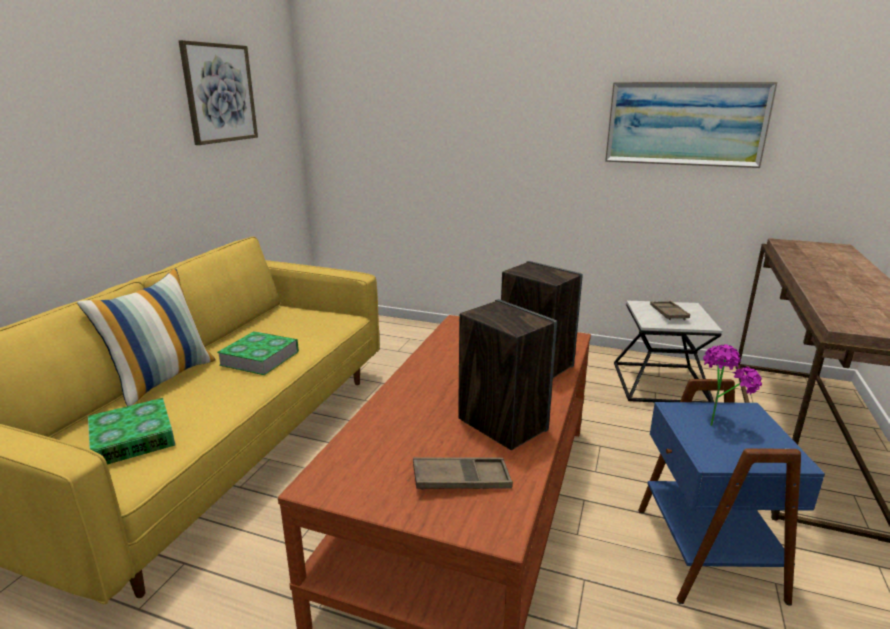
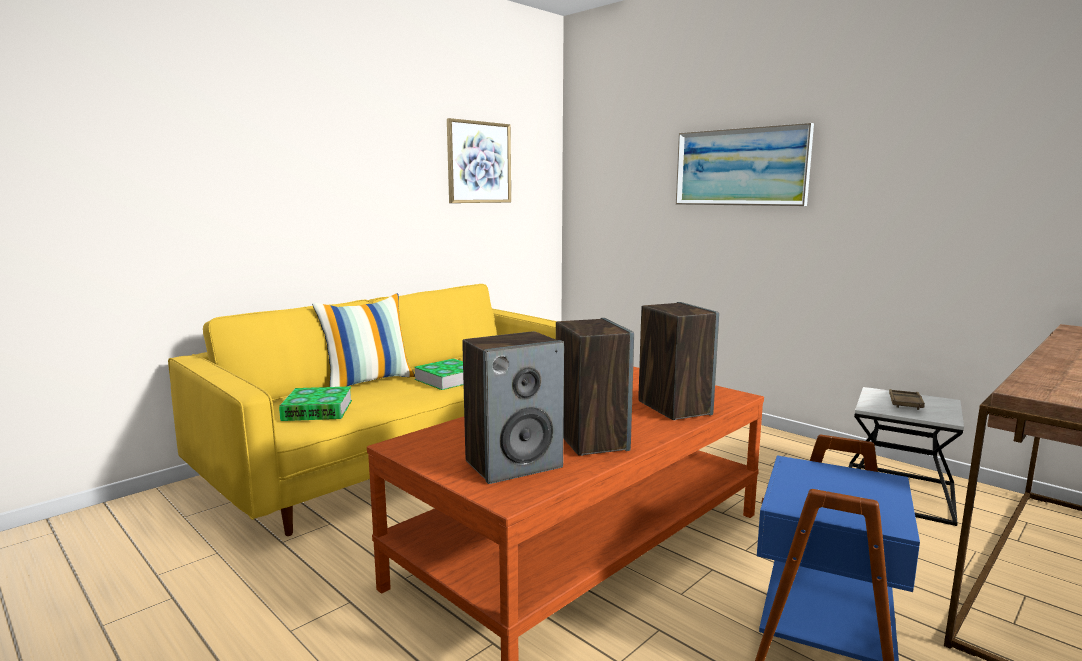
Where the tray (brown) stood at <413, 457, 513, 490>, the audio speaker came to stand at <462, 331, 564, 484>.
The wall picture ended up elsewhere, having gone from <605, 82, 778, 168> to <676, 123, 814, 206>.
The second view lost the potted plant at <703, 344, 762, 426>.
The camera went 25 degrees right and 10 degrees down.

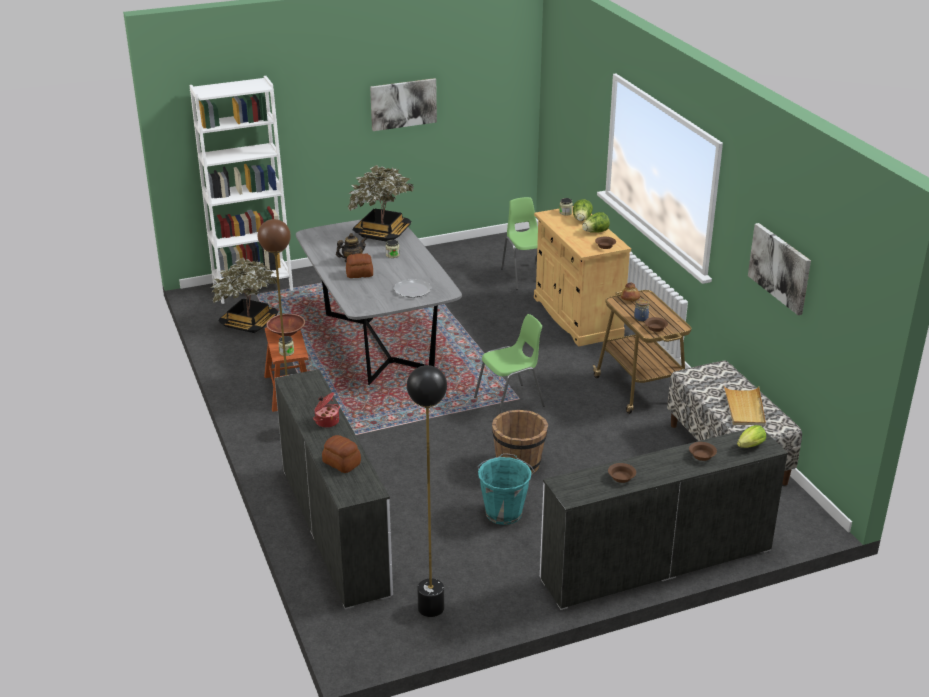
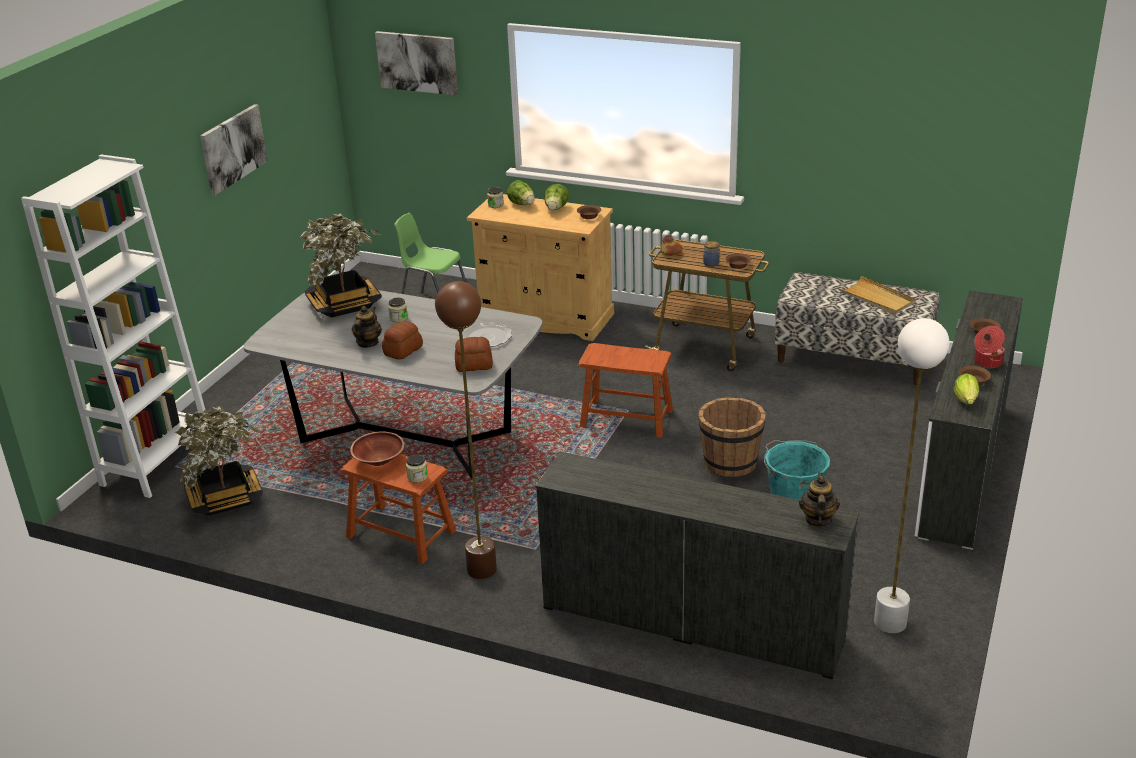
What was the dresser (white) at <274, 369, 393, 609> turned into the dresser (blackish) at <535, 452, 859, 679>.
The saucepot ended up elsewhere, having gone from <313, 393, 340, 428> to <974, 326, 1005, 368>.
The bakery bread ended up elsewhere, having gone from <322, 435, 361, 473> to <455, 337, 493, 372>.
What was the standard lamp (blackish) at <407, 365, 447, 617> turned into the standard lamp (white) at <874, 318, 950, 633>.
Where the upright chair (green) stood at <474, 314, 545, 416>, the sitting stool (brown) came to stand at <578, 343, 673, 437>.
The head of lettuce ended up elsewhere, having gone from <737, 425, 766, 448> to <954, 373, 979, 404>.
The wall picture ended up elsewhere, having gone from <748, 223, 811, 315> to <375, 31, 458, 95>.
The second view gained the teapot at <799, 472, 840, 527>.
The camera went 45 degrees left and 0 degrees up.

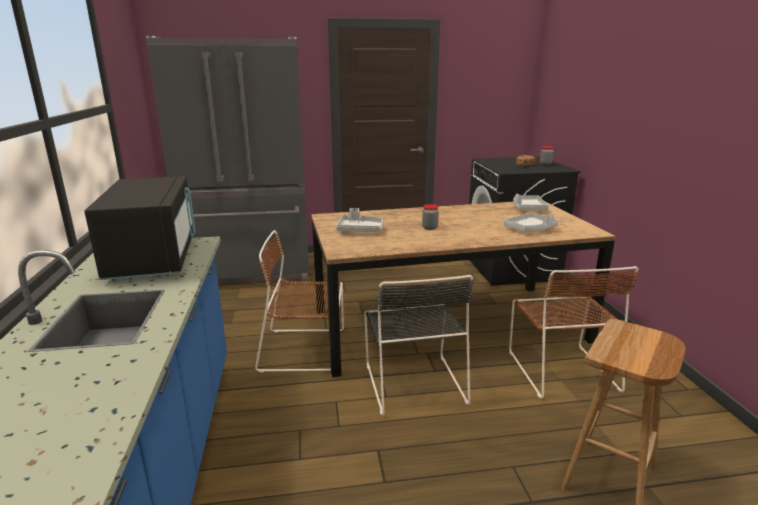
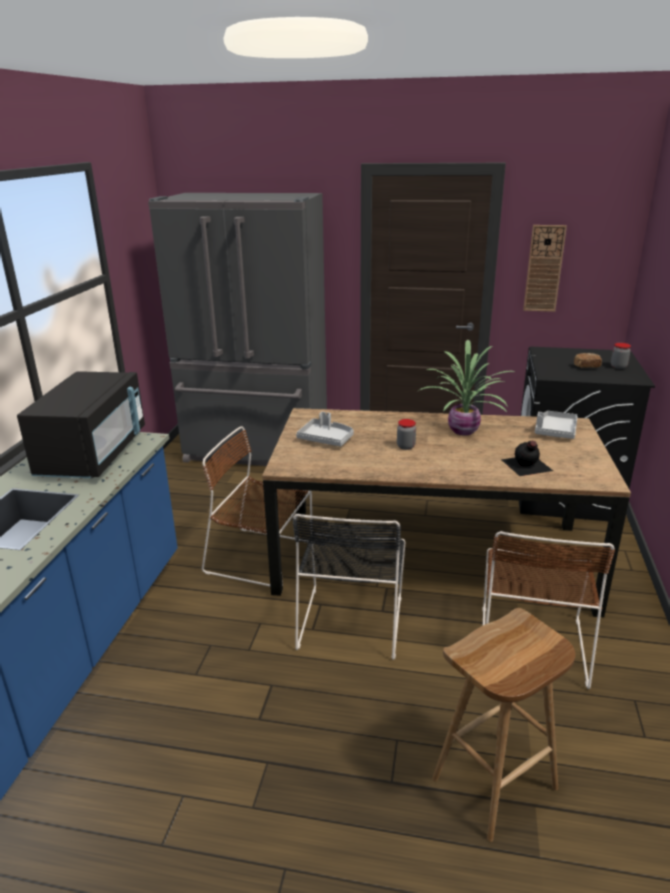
Where the tray (grey) stood at <504, 212, 558, 232>, the drink bottle (blackish) came to stand at <502, 441, 553, 476>.
The second view gained the potted plant at <417, 340, 516, 436>.
The second view gained the hanging clock at <523, 225, 567, 312>.
The camera went 20 degrees right and 5 degrees up.

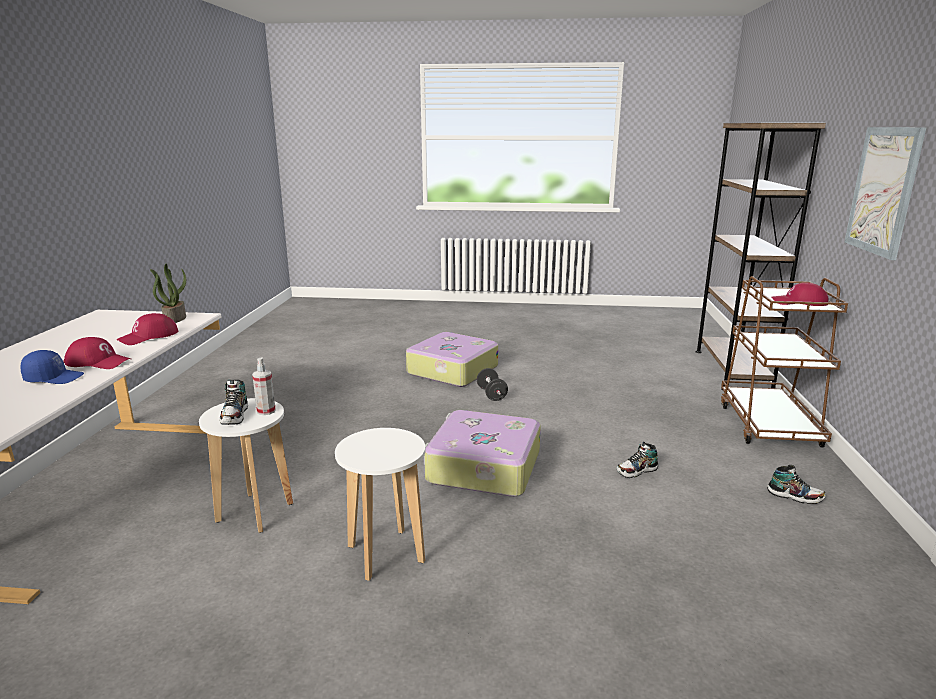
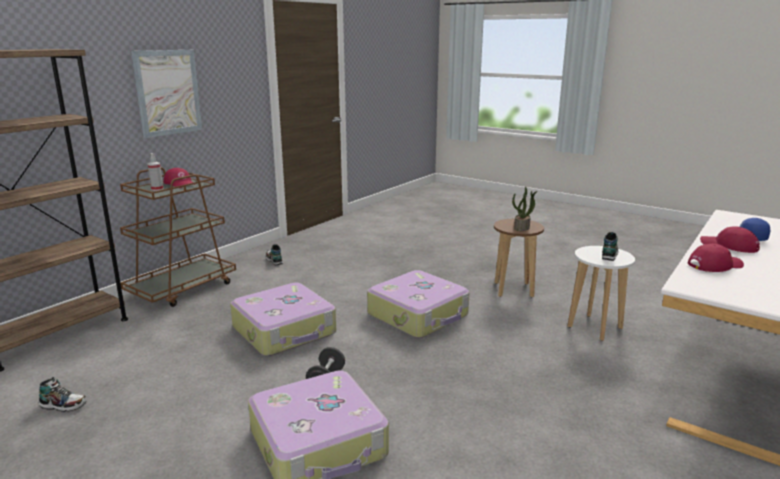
The potted plant ended up elsewhere, having gone from <150, 264, 186, 323> to <512, 187, 537, 231>.
The spray bottle ended up elsewhere, having gone from <252, 358, 276, 415> to <148, 153, 163, 191>.
What was the sitting stool (white) at <335, 428, 425, 581> turned into the sitting stool (brown) at <494, 219, 544, 298>.
The shoe ended up elsewhere, having gone from <617, 442, 658, 478> to <39, 377, 87, 412>.
The second view gained the piece of luggage at <230, 283, 336, 356>.
The camera went 150 degrees left and 0 degrees up.

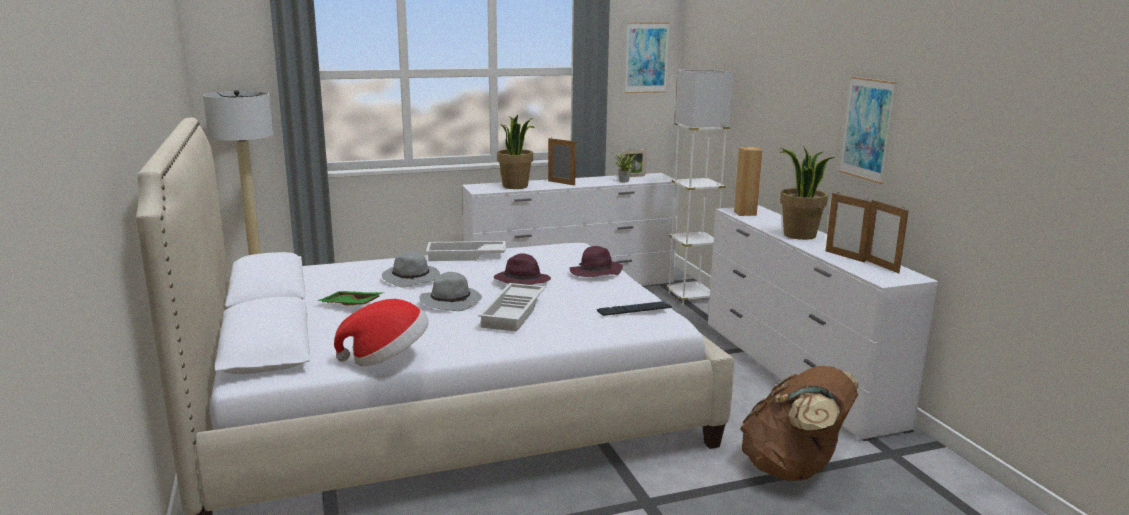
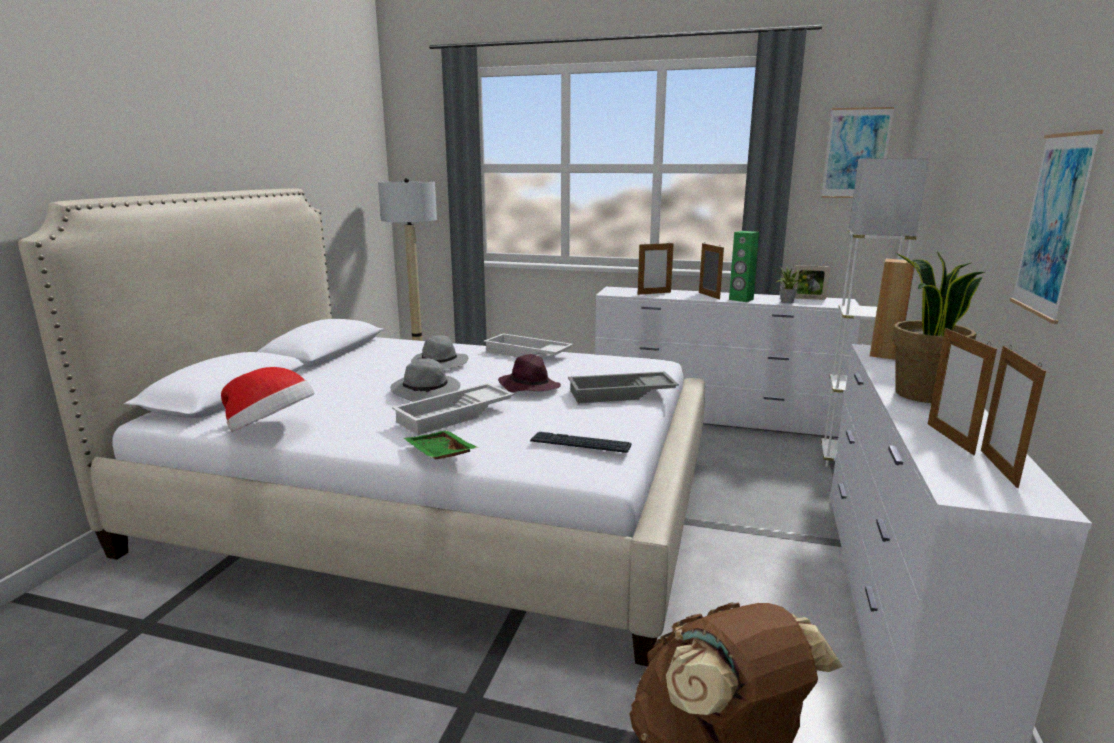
The tray (green) ended up elsewhere, having gone from <317, 291, 385, 306> to <404, 430, 478, 459>.
Where the potted plant stood at <497, 115, 535, 189>, the photo frame came to stand at <638, 242, 674, 295>.
Where the hat (purple-coloured) stood at <569, 246, 623, 277>, the tray (grey) came to stand at <568, 372, 679, 403>.
The second view gained the audio speaker (green) at <729, 231, 759, 302>.
The camera went 35 degrees right and 0 degrees up.

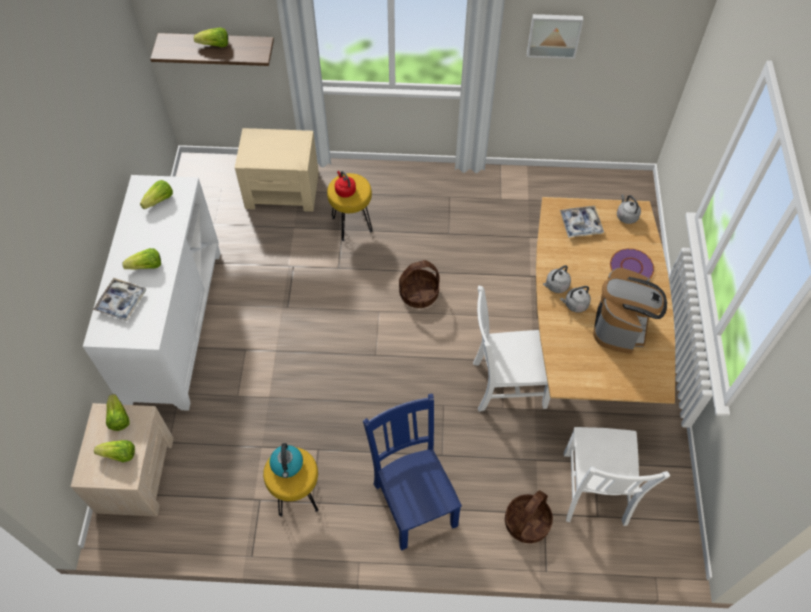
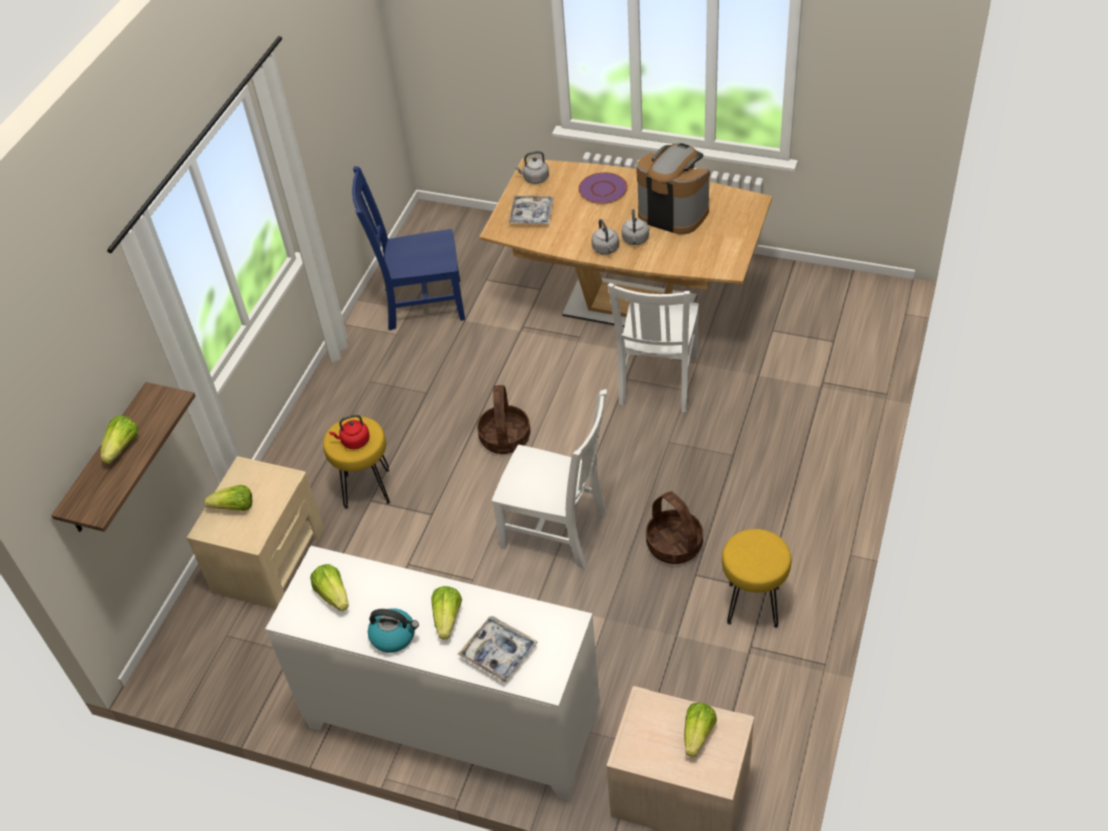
The head of lettuce ended up elsewhere, having gone from <106, 394, 129, 431> to <204, 485, 252, 511>.
The tea kettle ended up elsewhere, having gone from <270, 443, 303, 478> to <368, 609, 419, 653>.
The upright chair (blue) ended up elsewhere, having gone from <363, 394, 462, 551> to <352, 166, 465, 331>.
The basket ended up elsewhere, having gone from <505, 490, 553, 543> to <646, 491, 703, 564>.
The second view lost the wall picture at <527, 14, 583, 59>.
The upright chair (white) ended up elsewhere, having gone from <564, 427, 670, 526> to <492, 389, 607, 569>.
The camera went 70 degrees left and 10 degrees down.

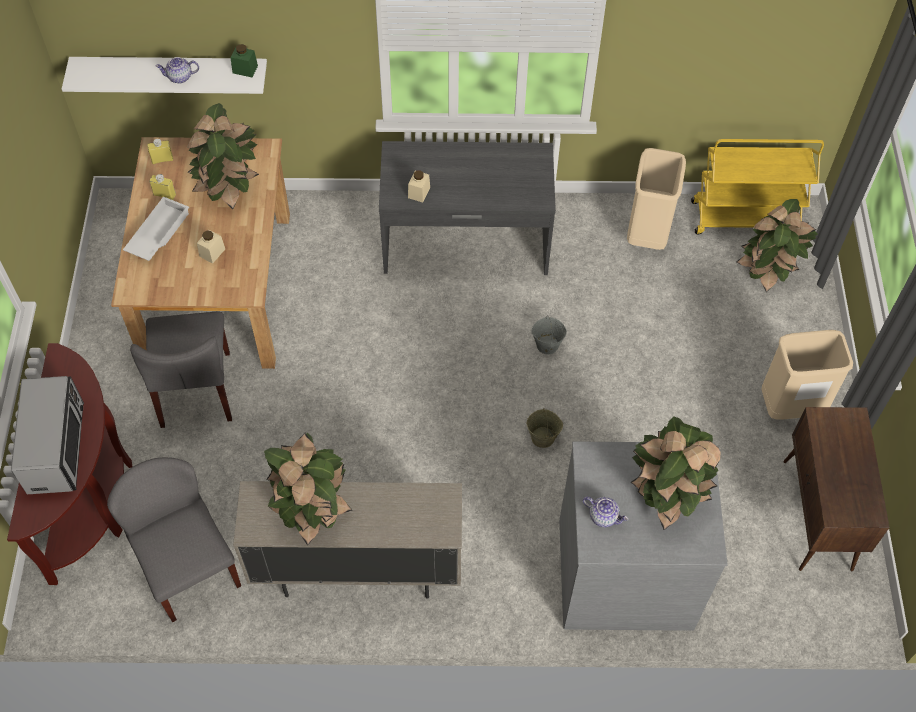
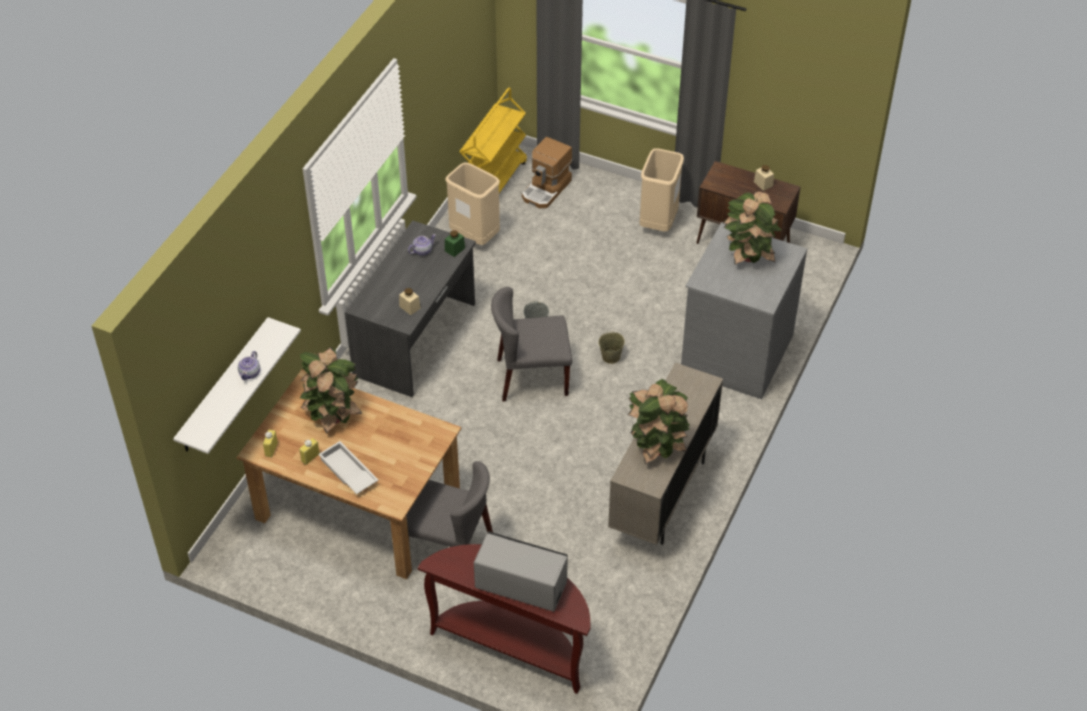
The upright chair (grey) ended up elsewhere, having gone from <107, 457, 241, 622> to <491, 287, 572, 401>.
The preserve jar (beige-coloured) ended up elsewhere, having gone from <197, 230, 225, 264> to <754, 165, 774, 191>.
The preserve jar (green) ended up elsewhere, having gone from <230, 44, 258, 77> to <445, 230, 465, 257>.
The teapot ended up elsewhere, having gone from <583, 497, 628, 527> to <408, 234, 436, 256>.
Where the potted plant stood at <736, 199, 818, 292>, the coffee machine came to stand at <522, 137, 572, 208>.
The camera went 65 degrees left and 10 degrees down.

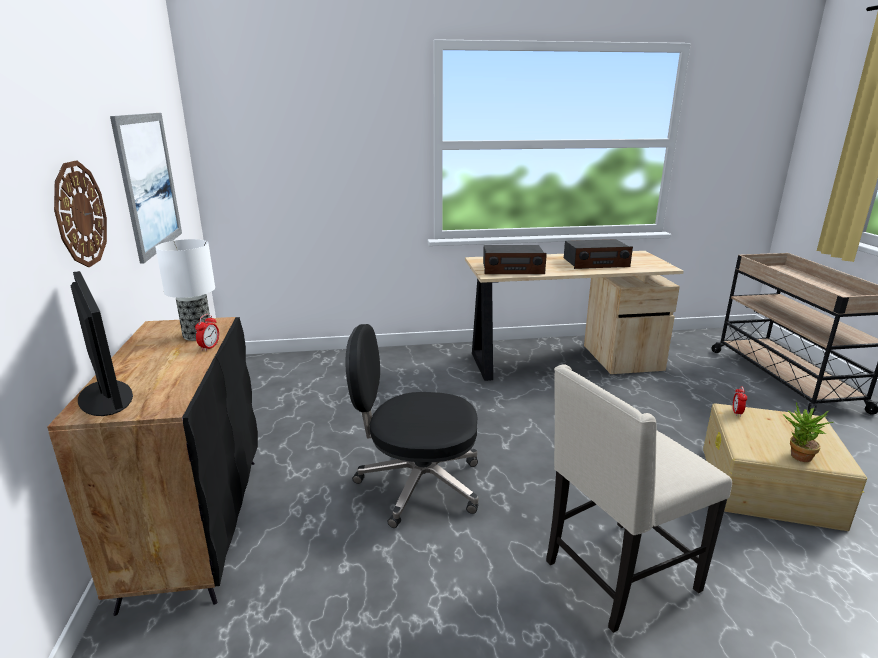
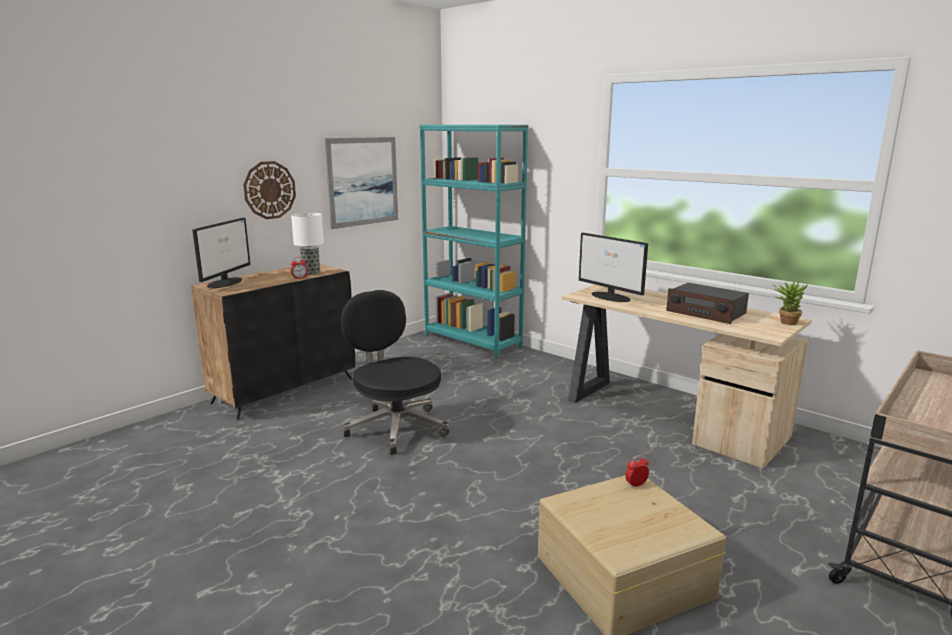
Where the radio receiver stood at <483, 245, 547, 274>, the computer screen came to stand at <579, 233, 648, 302>.
The second view lost the upright chair (beige-coloured) at <546, 365, 732, 633>.
The potted plant ended up elsewhere, having gone from <783, 402, 834, 462> to <772, 279, 808, 325>.
The second view gained the bookshelf (turquoise-coloured) at <419, 125, 528, 358>.
The camera went 50 degrees right and 5 degrees down.

